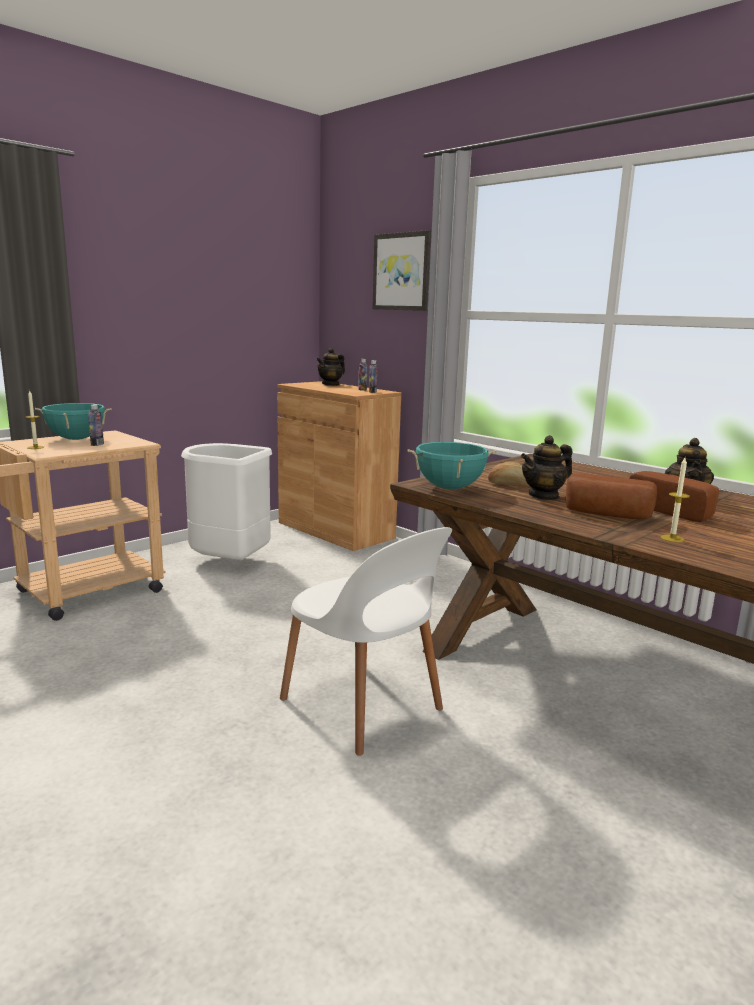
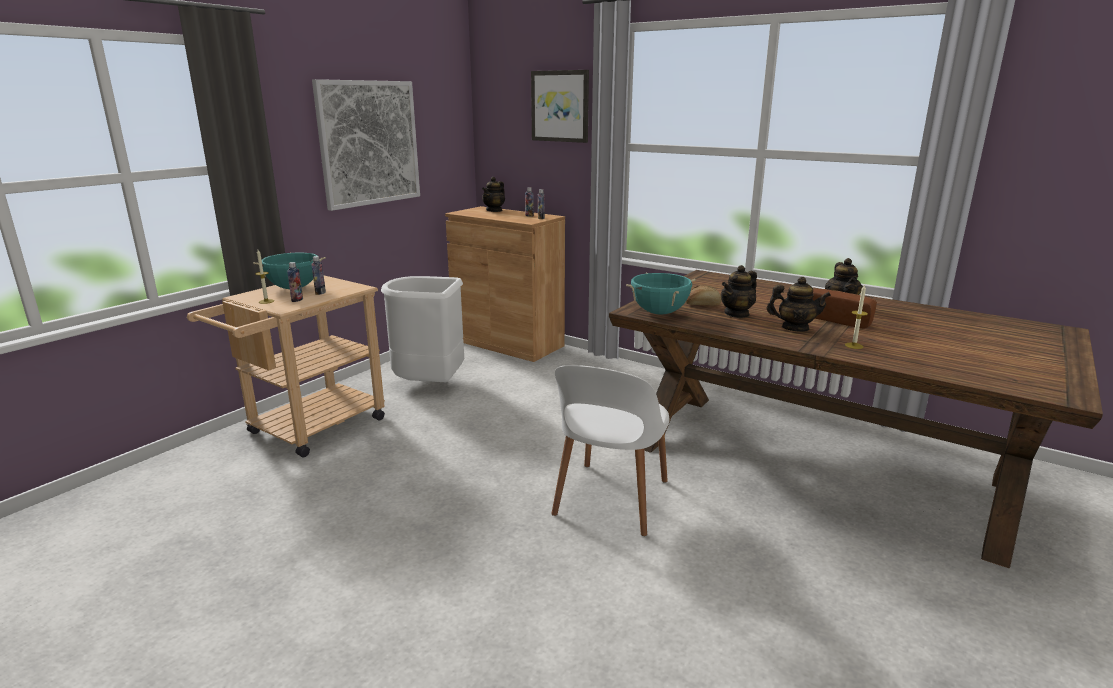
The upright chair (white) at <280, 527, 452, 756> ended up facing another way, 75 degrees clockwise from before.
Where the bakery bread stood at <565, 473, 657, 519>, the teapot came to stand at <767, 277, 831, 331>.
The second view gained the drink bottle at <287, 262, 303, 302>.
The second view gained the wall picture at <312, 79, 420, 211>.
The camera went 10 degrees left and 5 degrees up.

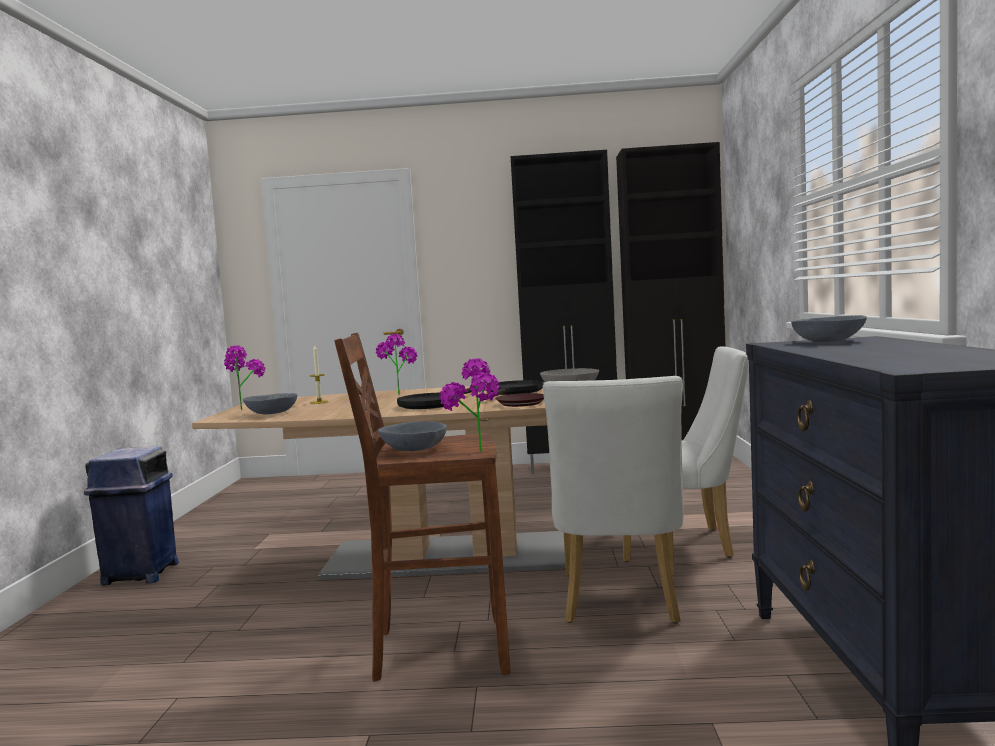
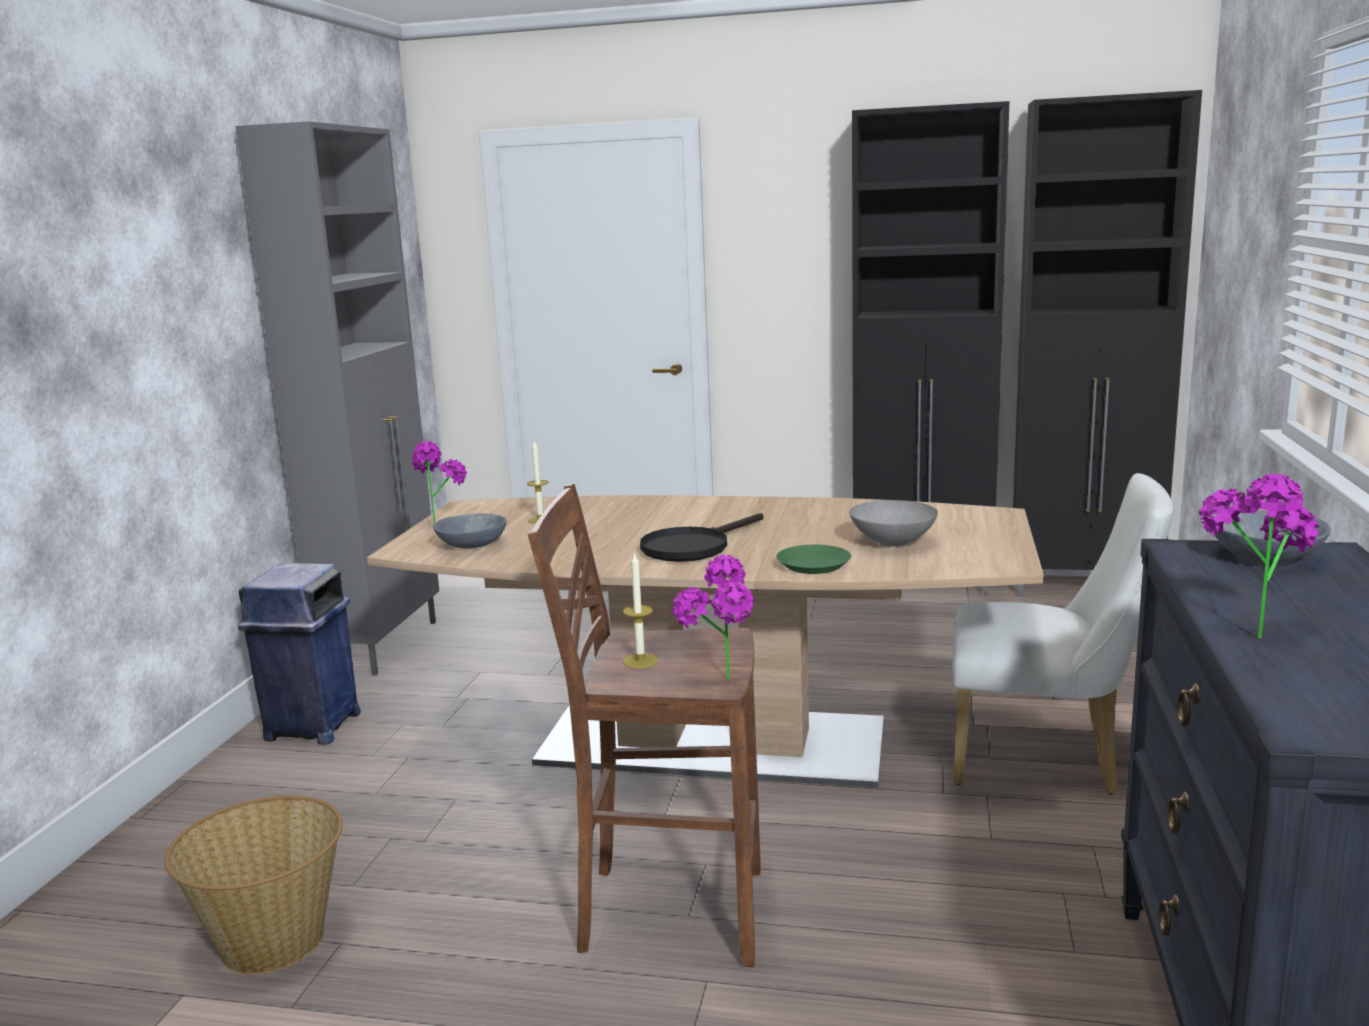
The potted plant ended up elsewhere, having gone from <376, 334, 417, 395> to <1199, 474, 1320, 639>.
Where the serving bowl (grey) stood at <378, 421, 447, 451>, the candle came to stand at <623, 552, 658, 668>.
The second view lost the pan (blackish) at <484, 380, 543, 400>.
What was the plate (brown) at <495, 393, 544, 407> turned into the plate (green) at <776, 545, 851, 574>.
The second view lost the upright chair (white) at <543, 376, 684, 623>.
The second view gained the basket at <164, 795, 343, 975>.
The second view gained the cupboard (grey) at <235, 121, 439, 676>.
The camera went 10 degrees right and 10 degrees up.

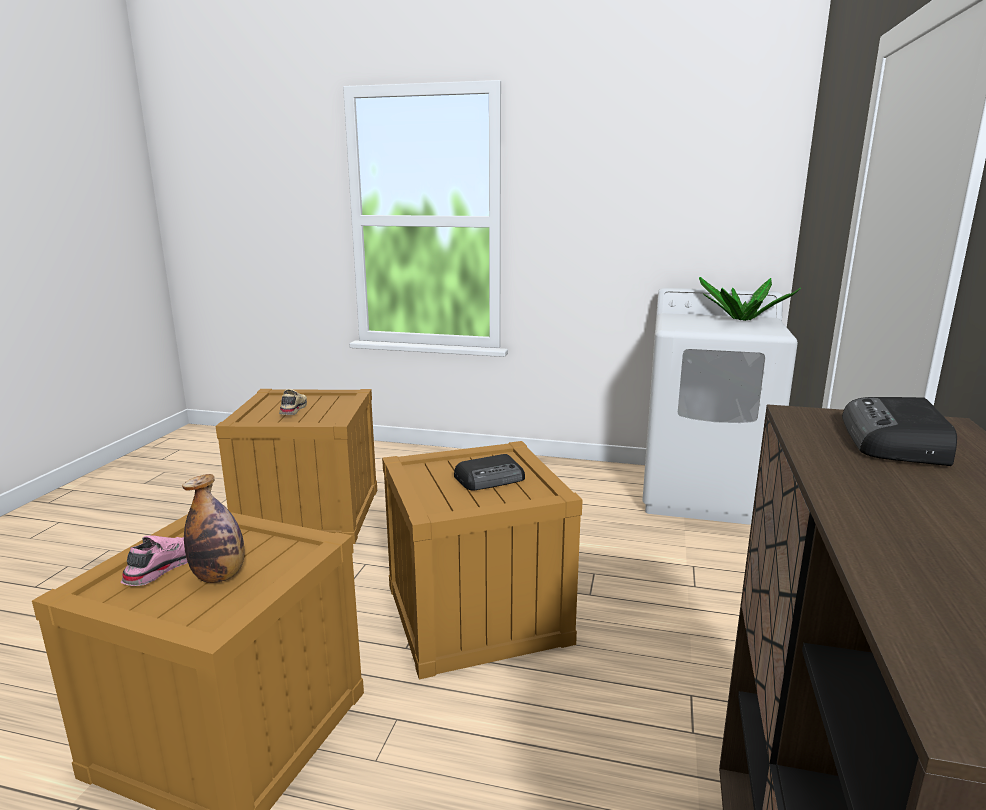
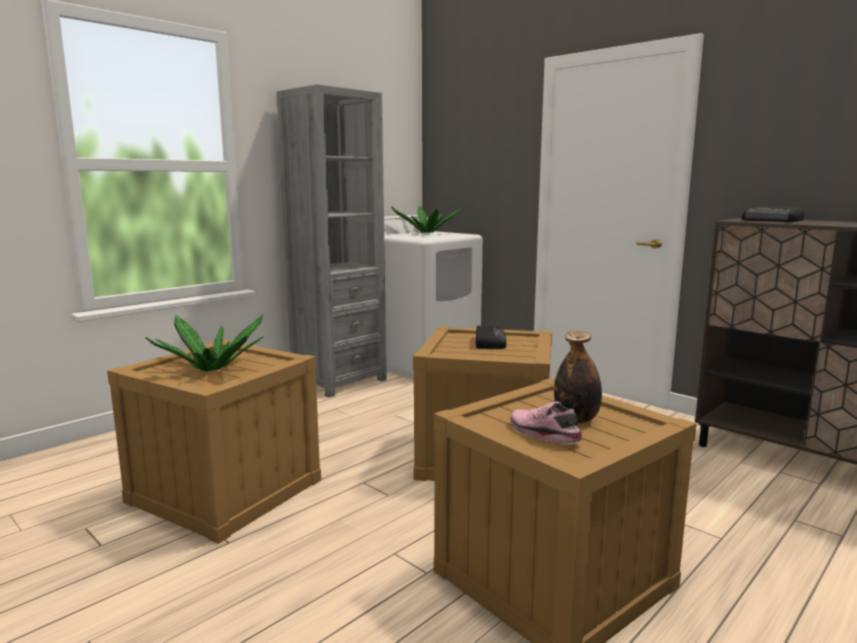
Where the shoe (beige-coloured) stood at <279, 389, 307, 415>, the potted plant came to stand at <145, 314, 263, 371>.
The second view gained the bookshelf (grey) at <277, 84, 387, 398>.
The camera went 60 degrees left and 5 degrees down.

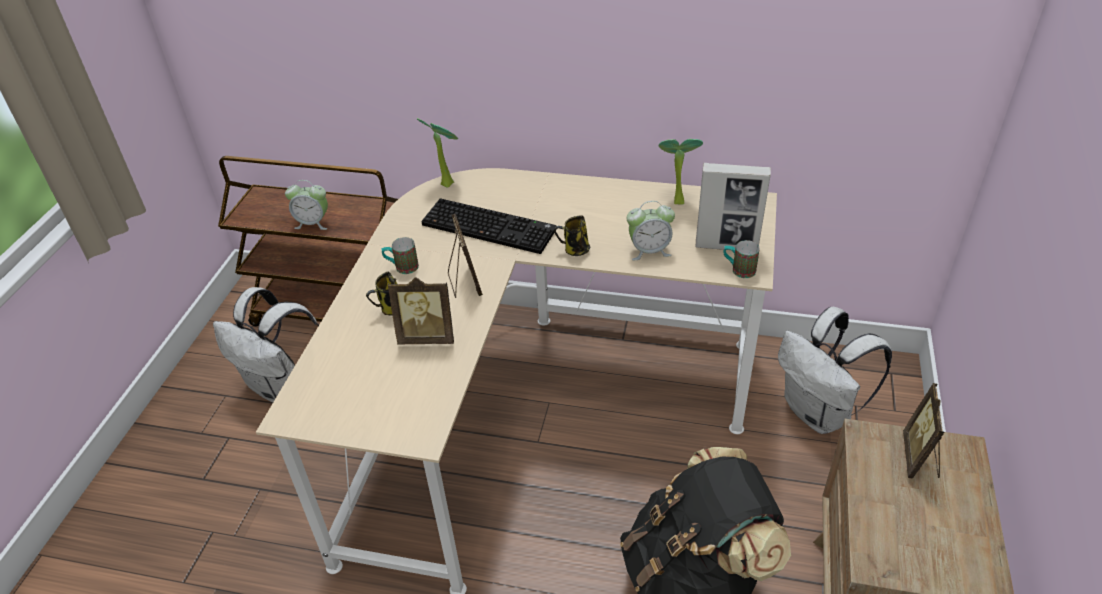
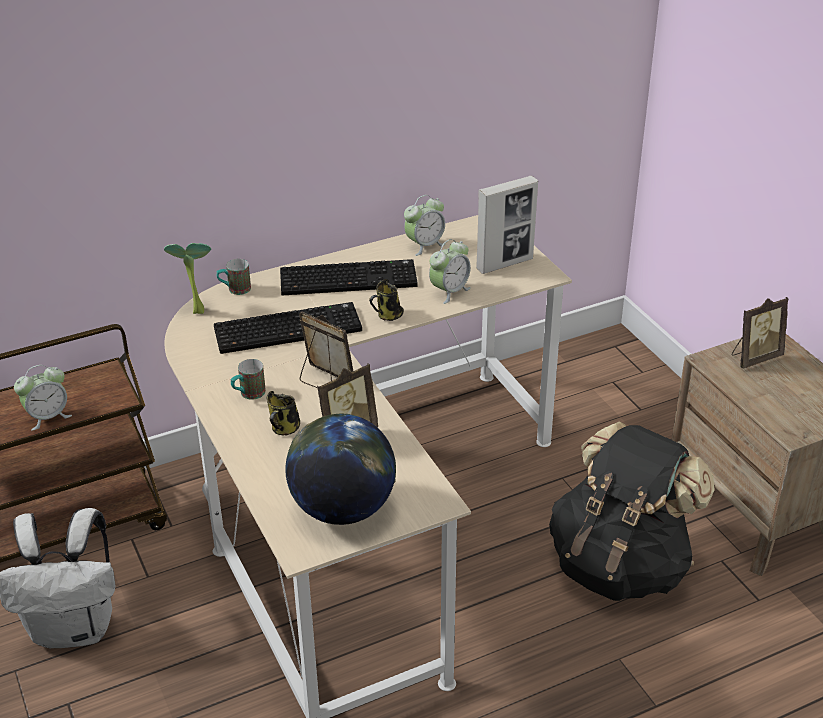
Where the potted plant stood at <659, 139, 703, 205>, the alarm clock came to stand at <404, 195, 446, 256>.
The coffee mug ended up elsewhere, having gone from <723, 240, 760, 278> to <216, 259, 251, 295>.
The second view lost the backpack (white) at <778, 307, 892, 434>.
The photo frame at <903, 383, 945, 479> ended up facing another way, 90 degrees counterclockwise from before.
The second view gained the PC keyboard at <280, 259, 417, 296>.
The second view gained the desk globe at <285, 414, 396, 525>.
The camera went 40 degrees left and 5 degrees down.

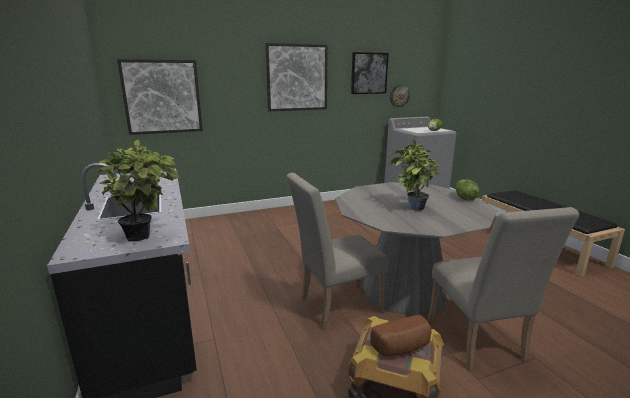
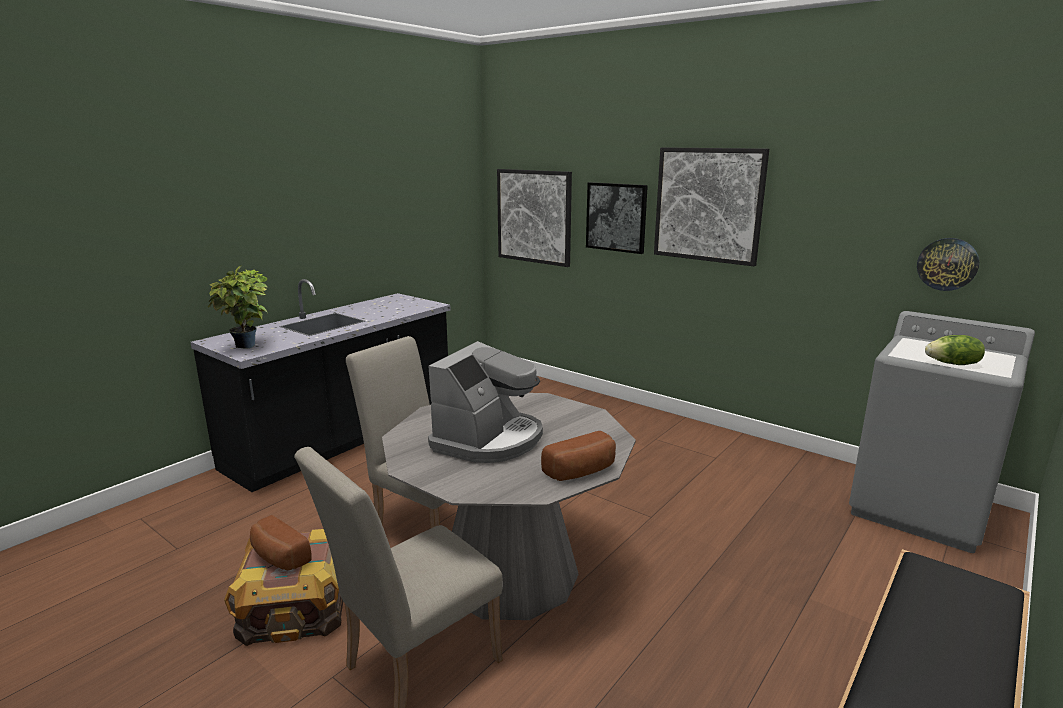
The wall picture ended up elsewhere, having gone from <351, 52, 389, 94> to <586, 182, 648, 254>.
Where the potted plant stood at <389, 140, 440, 211>, the coffee machine came to stand at <428, 341, 543, 463>.
Where the head of lettuce stood at <456, 179, 479, 201>, the bakery bread came to stand at <541, 431, 616, 481>.
The camera went 60 degrees right and 0 degrees up.

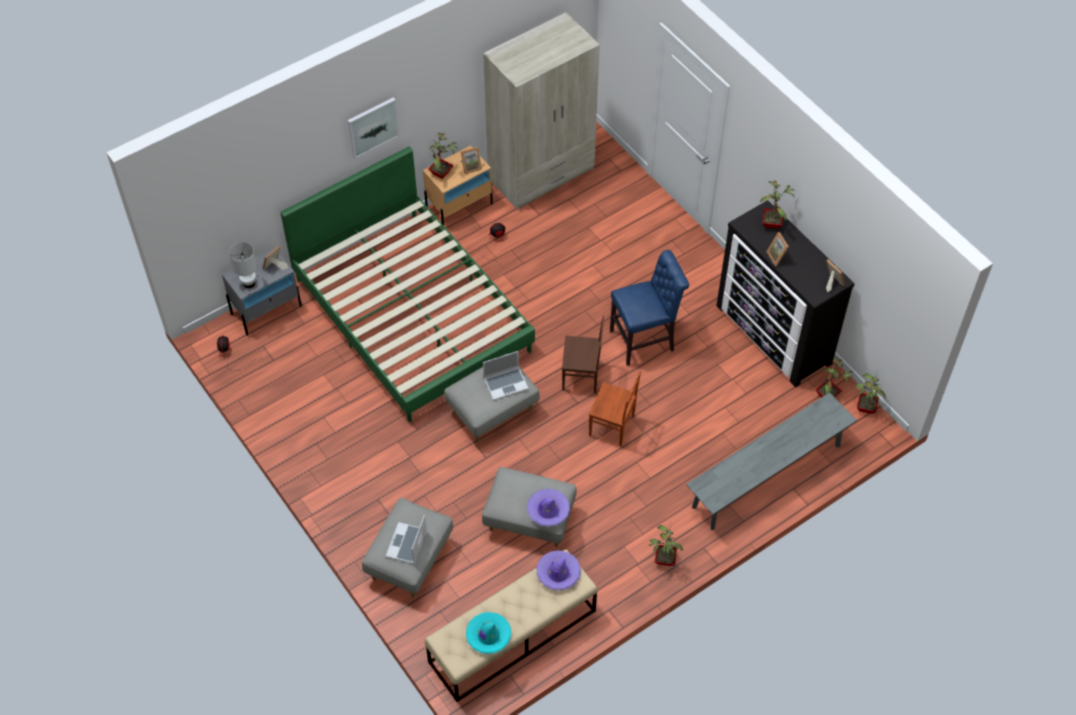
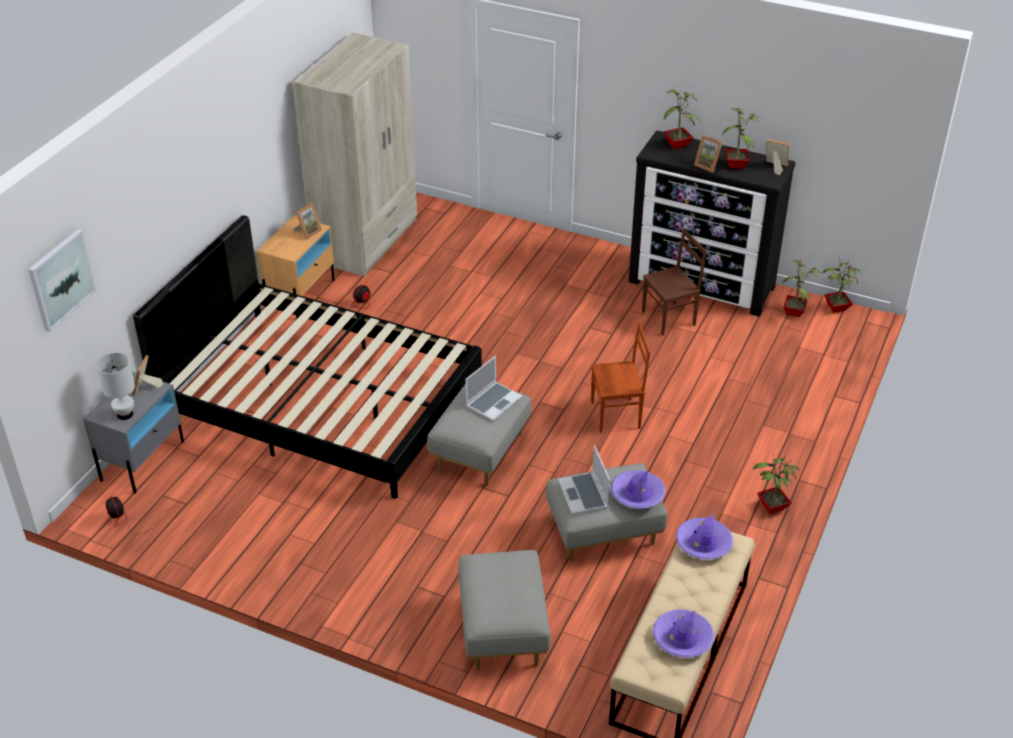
What was the bedroom bed (green) at <280, 147, 535, 422> turned into the bedroom bed (blackish) at <133, 215, 482, 499>.
The wall picture ended up elsewhere, having gone from <348, 97, 400, 159> to <28, 229, 97, 332>.
The portable computer ended up elsewhere, having gone from <386, 514, 427, 564> to <558, 446, 610, 515>.
The potted plant ended up elsewhere, having gone from <428, 132, 458, 179> to <722, 108, 760, 169>.
What was the hat (turquoise-coloured) at <466, 612, 511, 654> turned into the hat (purple-coloured) at <653, 610, 714, 658>.
The upright chair (brown) ended up elsewhere, having gone from <562, 315, 604, 393> to <642, 228, 706, 335>.
The second view lost the upright chair (blue) at <610, 250, 689, 366>.
The second view lost the long seat (grey) at <686, 392, 857, 530>.
The camera went 30 degrees left and 15 degrees down.

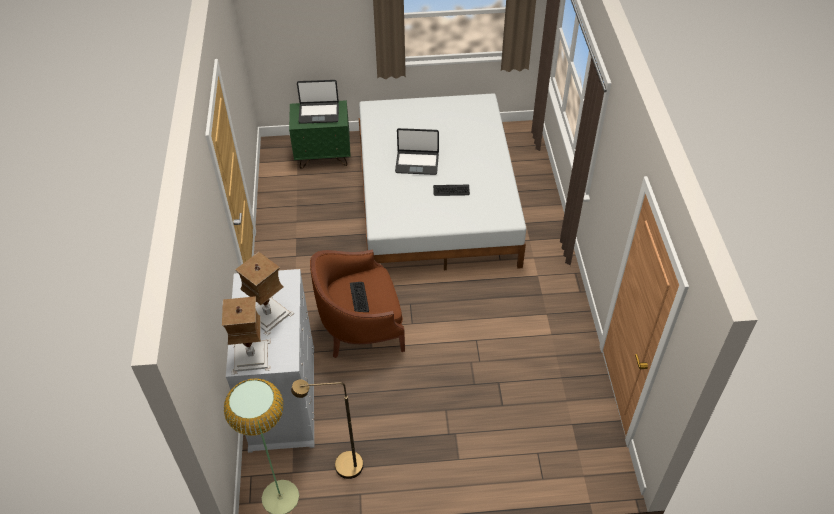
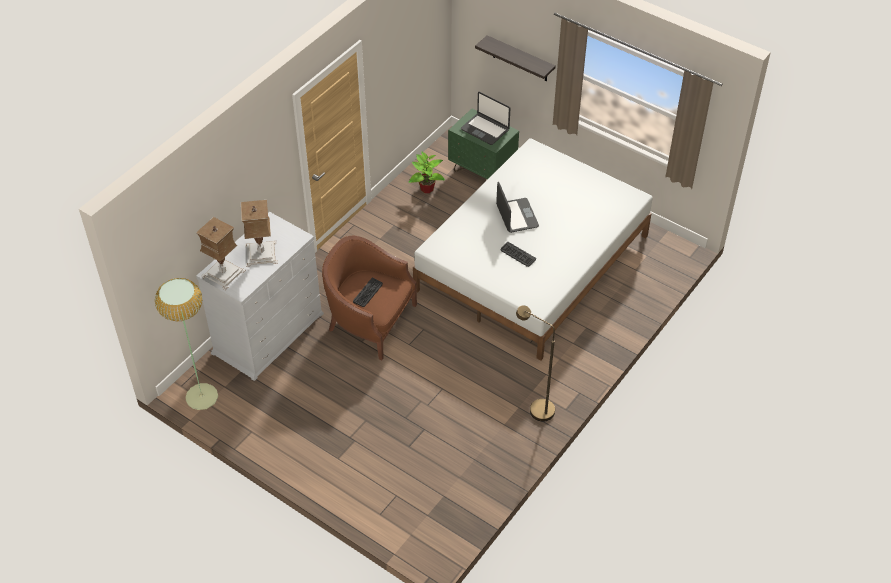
The standard lamp (brown) ended up elsewhere, having gone from <291, 379, 363, 479> to <516, 305, 555, 422>.
The portable computer at <395, 128, 439, 175> ended up facing another way, 150 degrees counterclockwise from before.
The second view gained the potted plant at <409, 152, 445, 193>.
The second view gained the wall shelf at <475, 35, 556, 81>.
The camera went 40 degrees right and 0 degrees up.

